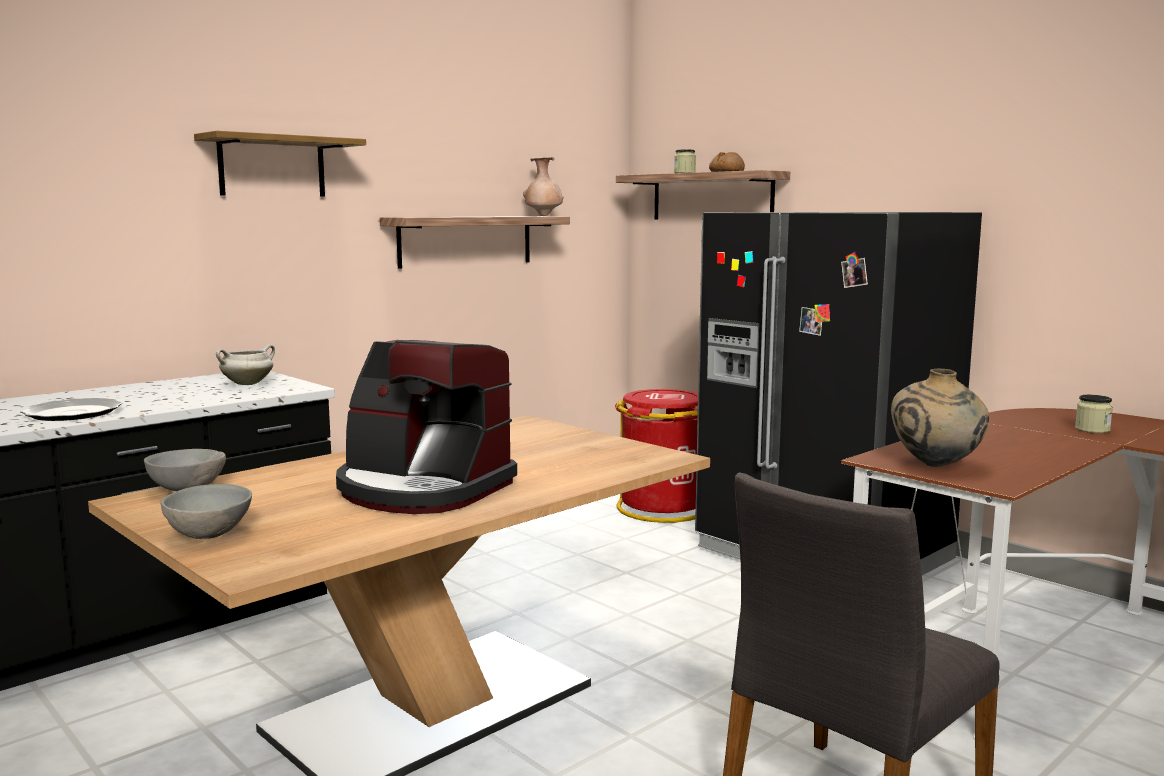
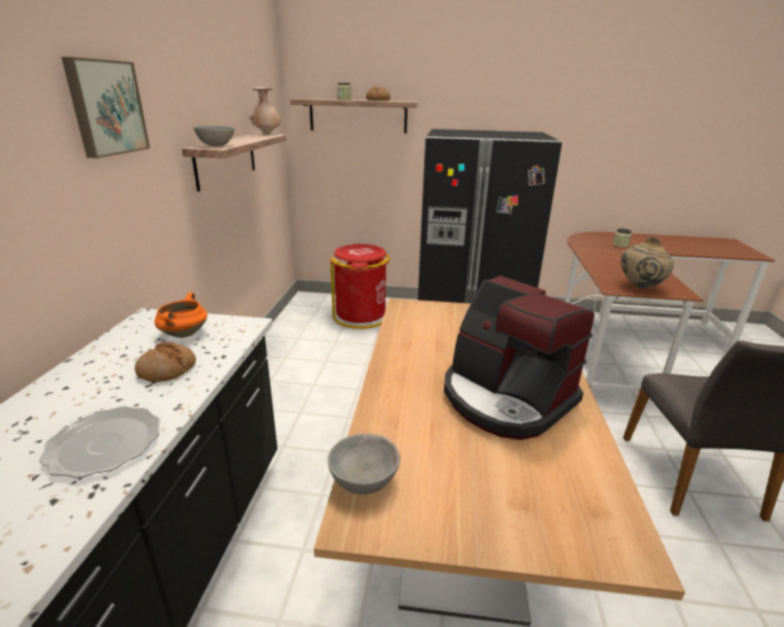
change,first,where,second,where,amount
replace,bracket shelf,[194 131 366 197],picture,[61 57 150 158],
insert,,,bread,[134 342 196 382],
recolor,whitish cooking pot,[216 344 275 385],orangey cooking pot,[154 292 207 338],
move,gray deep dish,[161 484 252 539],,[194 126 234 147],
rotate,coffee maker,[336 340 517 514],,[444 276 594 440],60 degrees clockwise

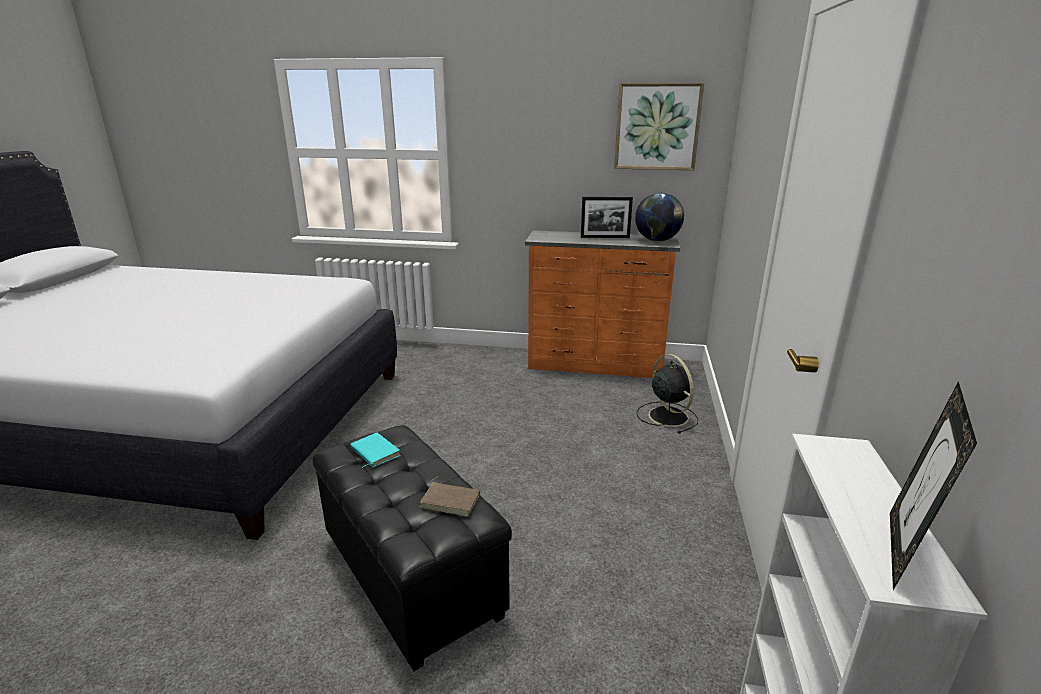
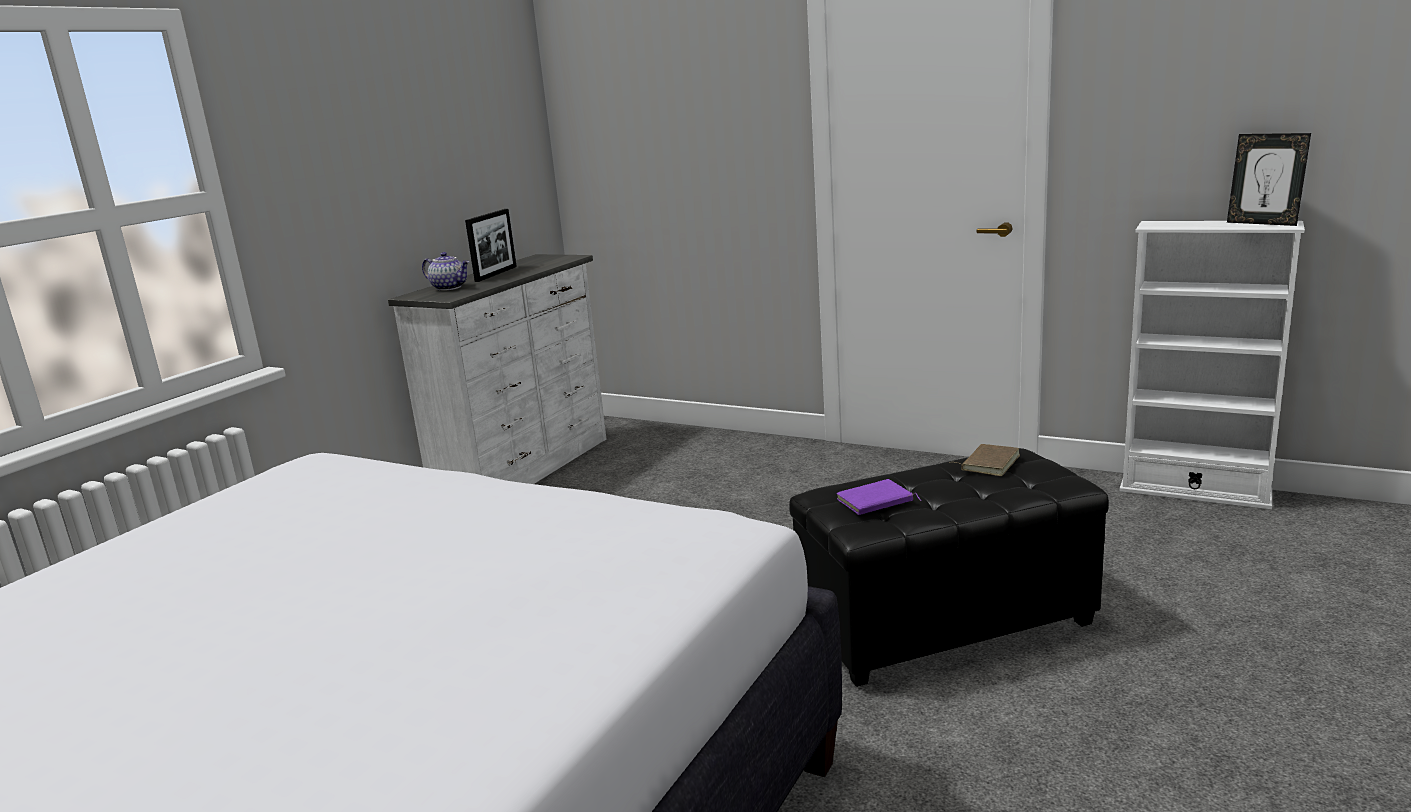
change,first,where,second,where,amount
recolor,orangey drawer chest,[525 230 680 378],whitish drawer chest,[388 254 606 484],
insert,,,teapot,[422 252 469 291],
recolor,turquoise volume,[350 433 401 468],purplish volume,[836 479 921 515],
delete,picture,[614 83 704 170],,,
delete,desk globe,[635 193 684 241],,,
delete,black-coloured electric fan,[637 354 698 434],,,

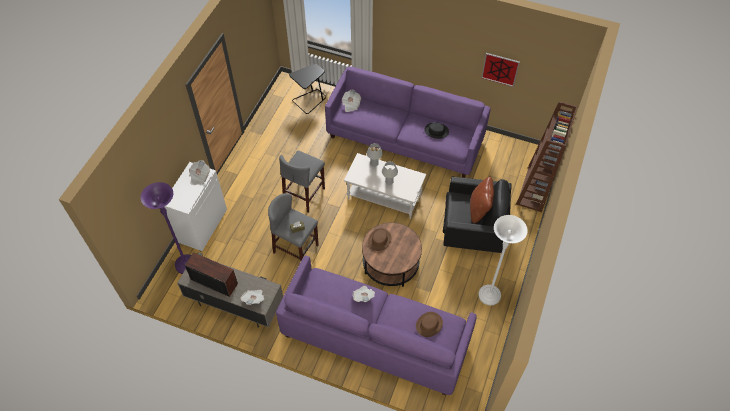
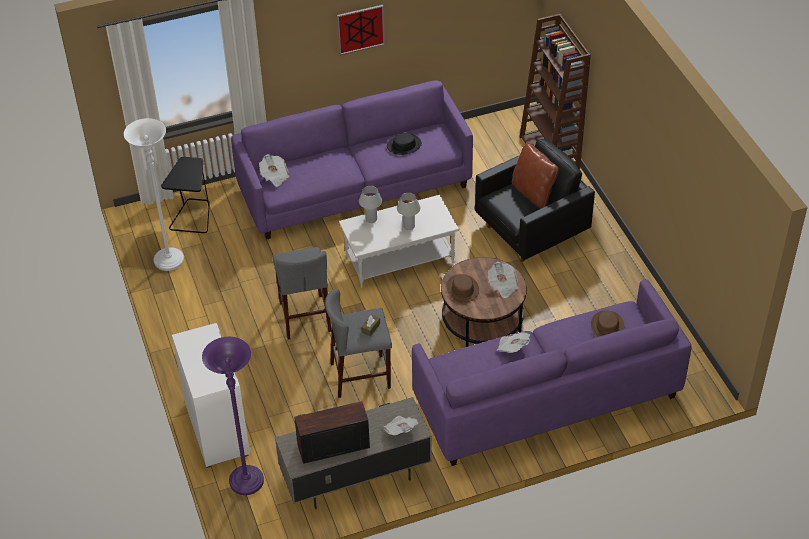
change,first,where,second,where,amount
move,whitish standard lamp,[478 215 528 305],,[124 118 184 271],
move,picture,[481 53 520 87],,[337 5 385 55],
move,daily paper,[189 160 210 185],,[488 262 519 298],

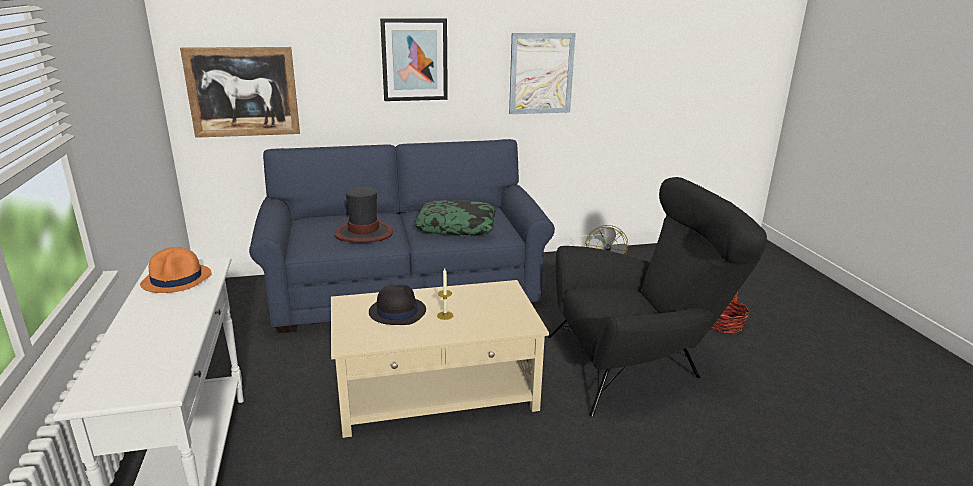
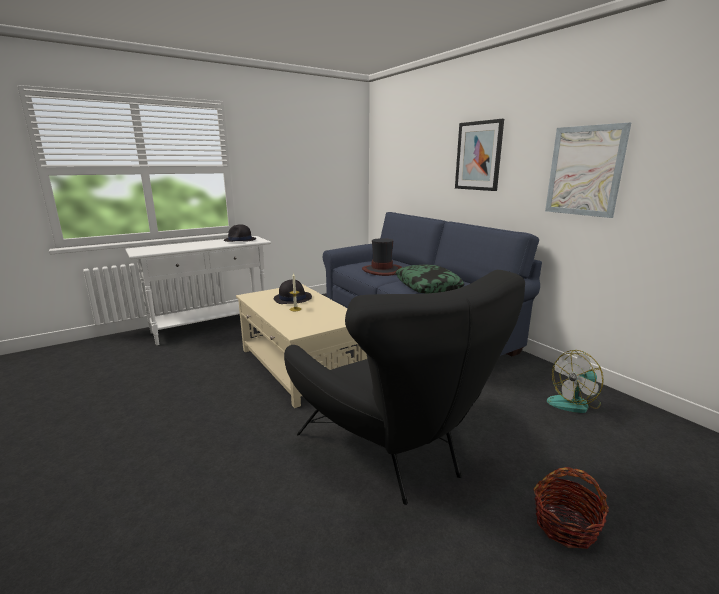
change,first,where,second,where,amount
recolor,orangey hat,[140 247 212 293],black-coloured hat,[224 224 256 242],
delete,picture,[180 47 300 138],,,

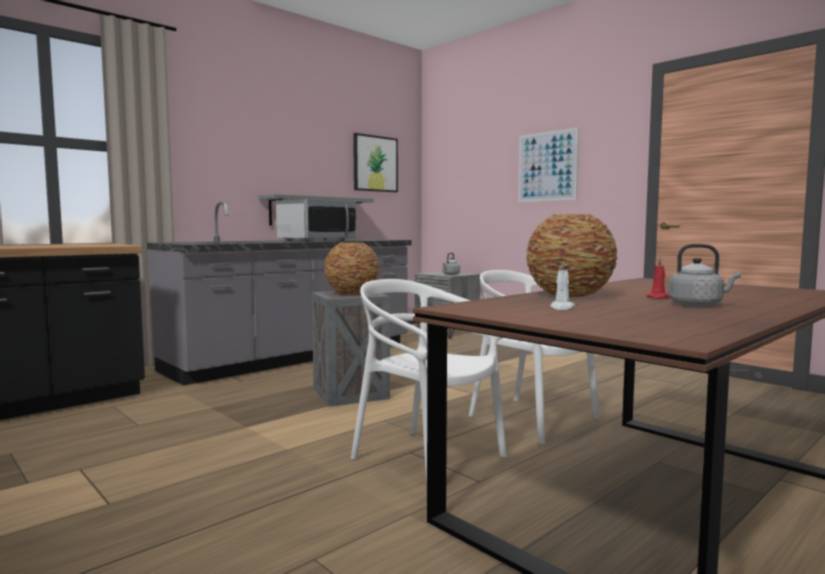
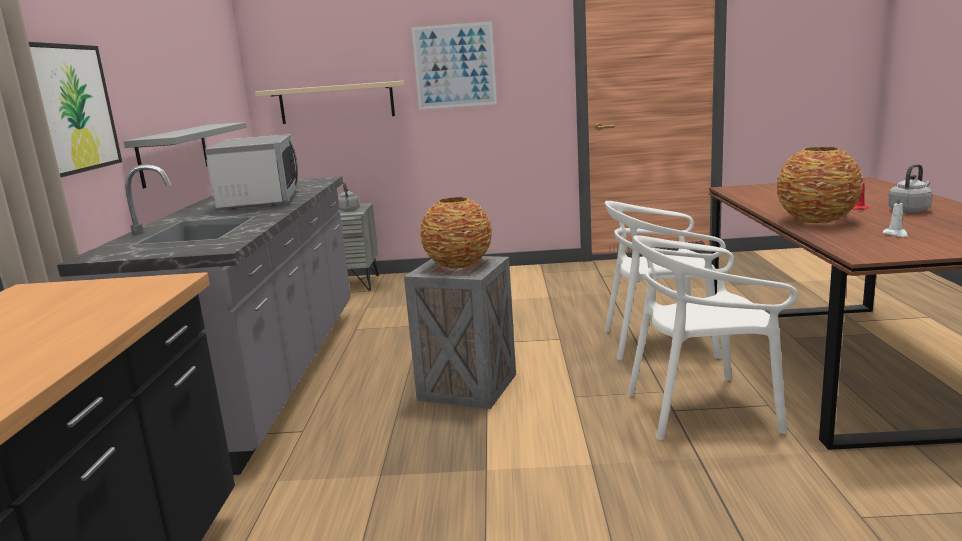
change,first,where,second,where,amount
move,picture,[353 133 398 192],,[29 42 122 177],
insert,,,beige bracket shelf,[255 81 405 124],

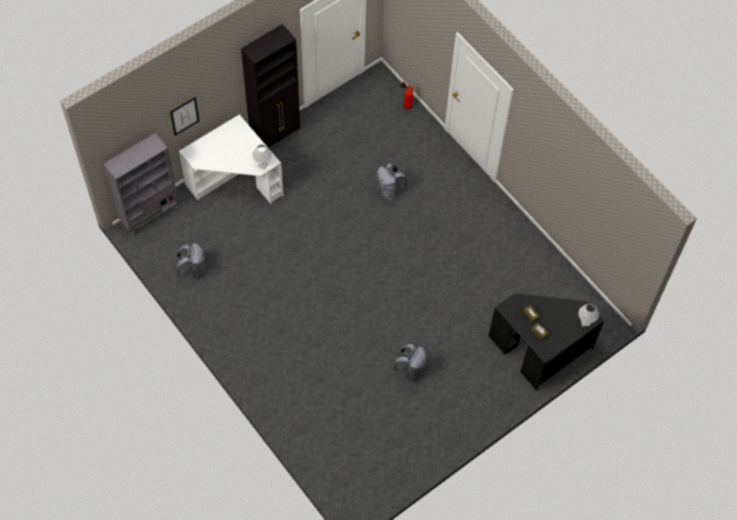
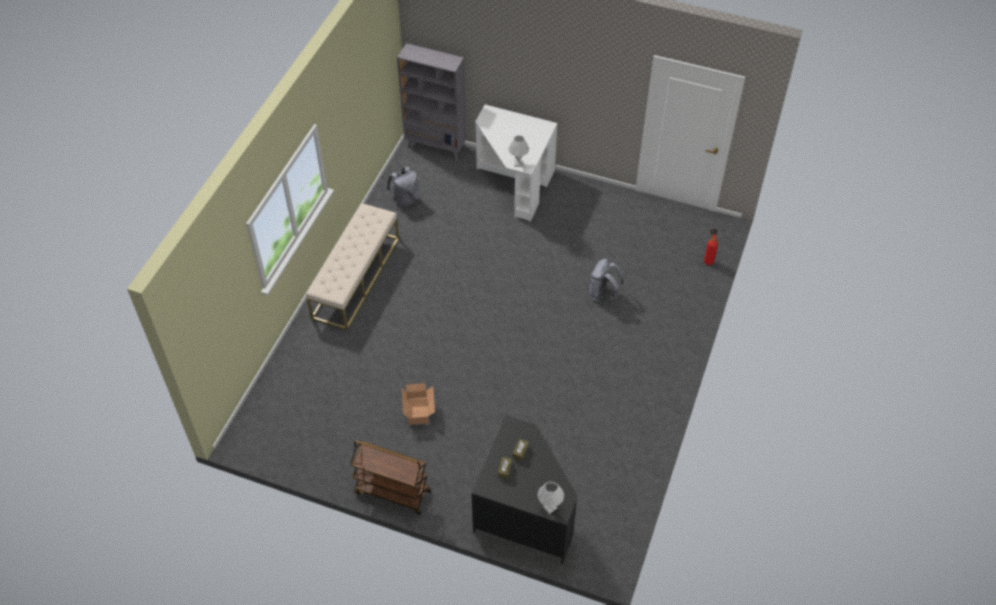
change,first,where,second,where,amount
insert,,,beige long seat,[306 203 399 330],
insert,,,brownish wheeled cart,[350 441 431 515],
replace,gray backpack,[393 344 427 381],packing box,[402 383 435 425],
delete,picture,[170 97 200 136],,,
delete,black-coloured storage cabinet,[241 24 300 148],,,

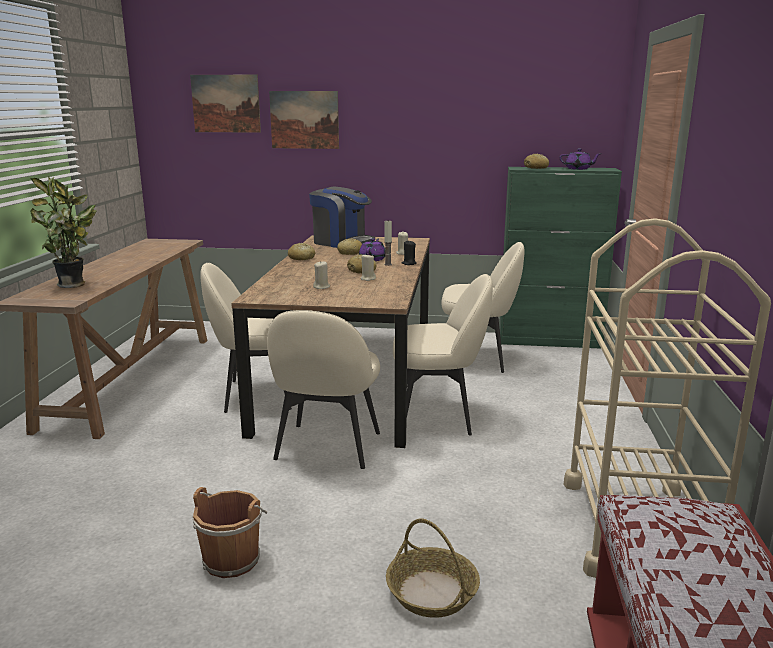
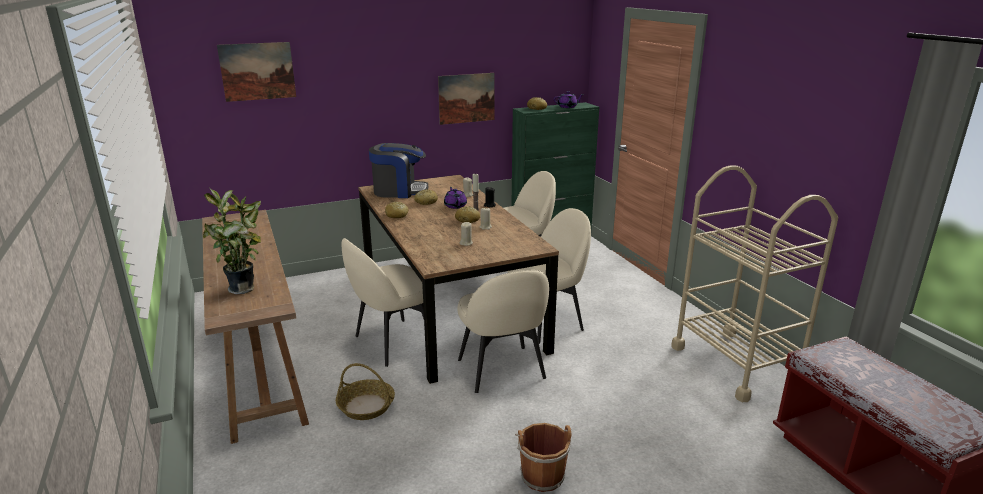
change,first,where,second,where,amount
move,household basket,[386 518 480 618],,[336 363 395 420],
move,picture,[269 91 339 149],,[438 73 495 125],

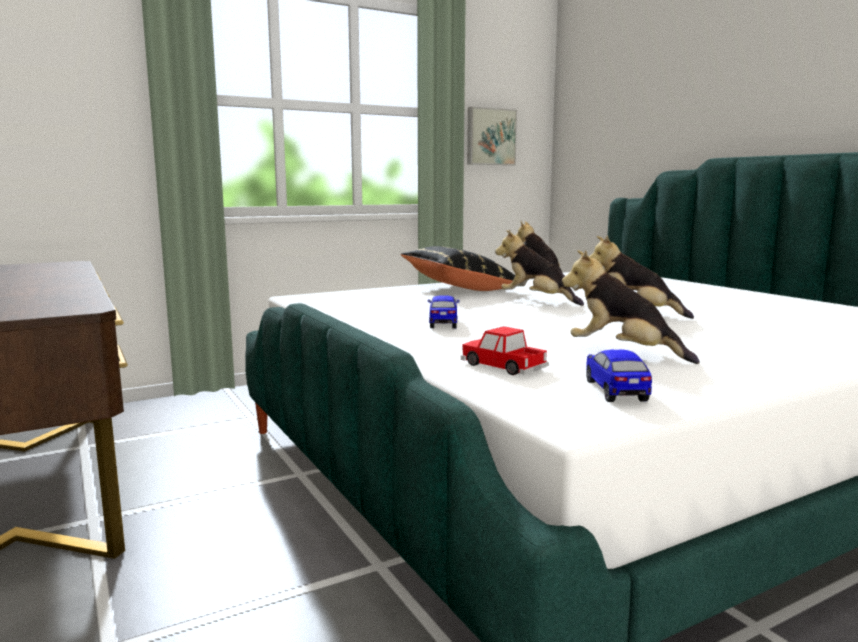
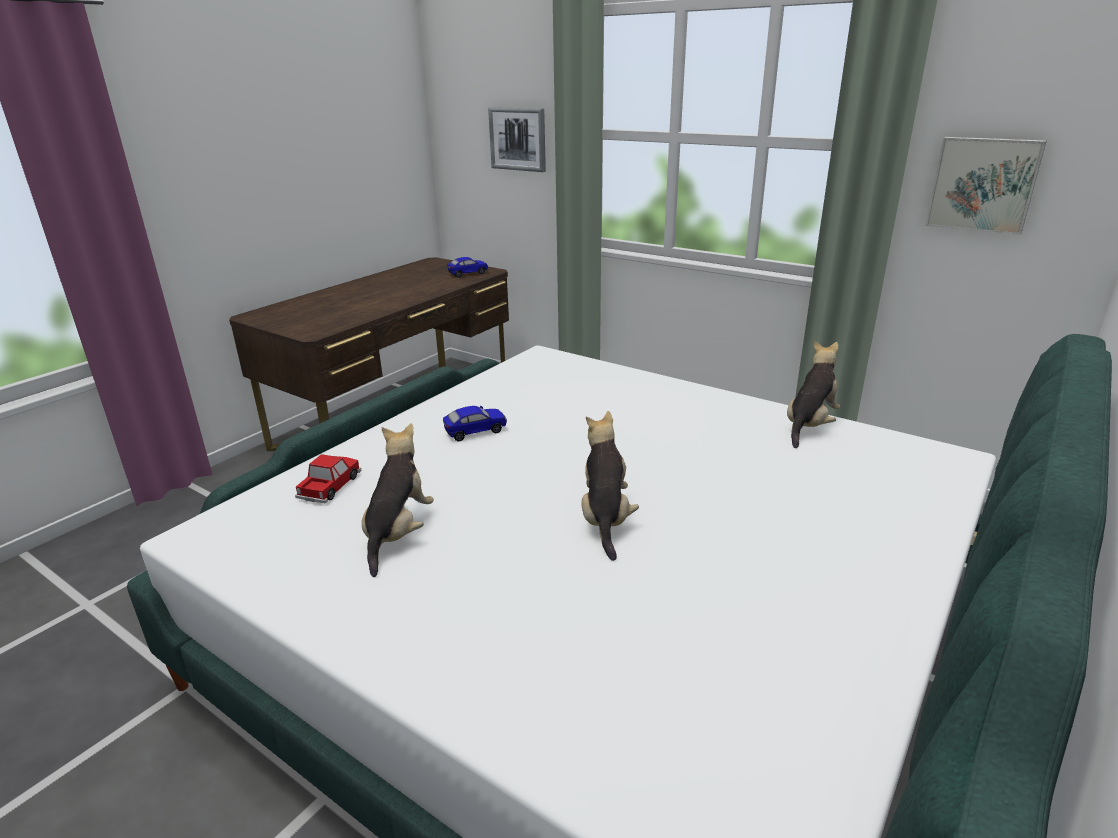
change,first,where,second,where,amount
move,model car,[586 349 652 402],,[447 257 488 278],
insert,,,picture,[488 107 546 172],
delete,black-coloured throw pillow,[401 246 515 291],,,
delete,plush toy,[495 230 584 306],,,

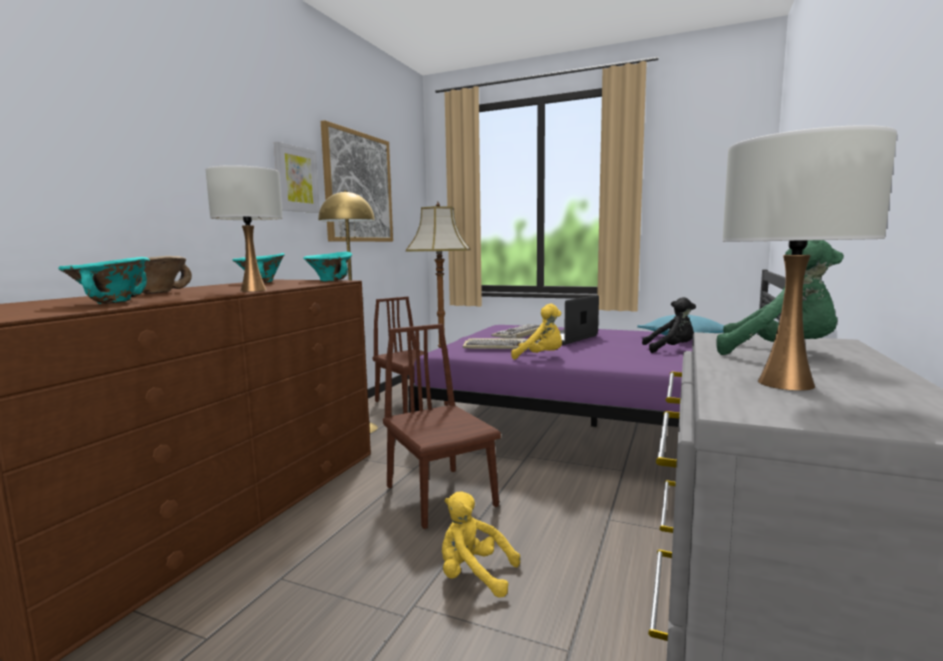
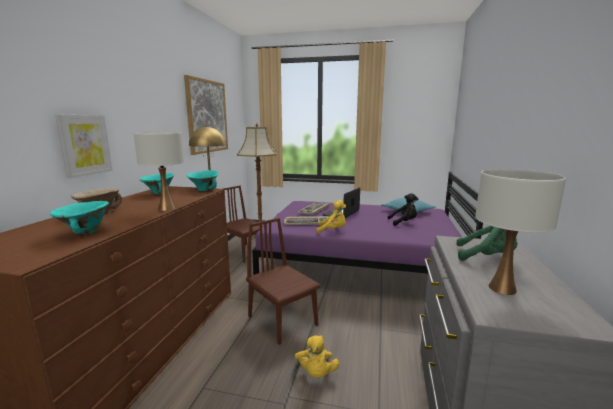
change,first,where,second,where,amount
move,picture,[274 141 320 213],,[55 115 113 178],
rotate,yellowish plush toy,[442 491 520 597],,[295 335 339 378],105 degrees counterclockwise

